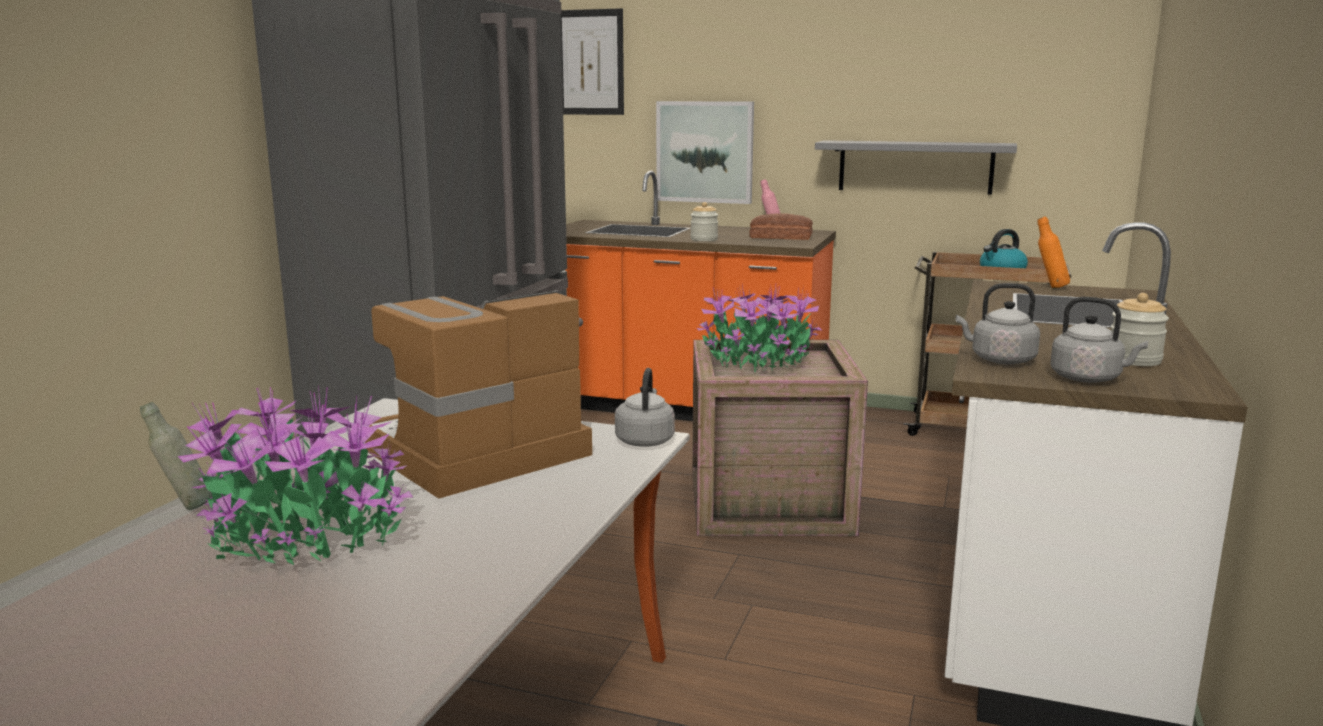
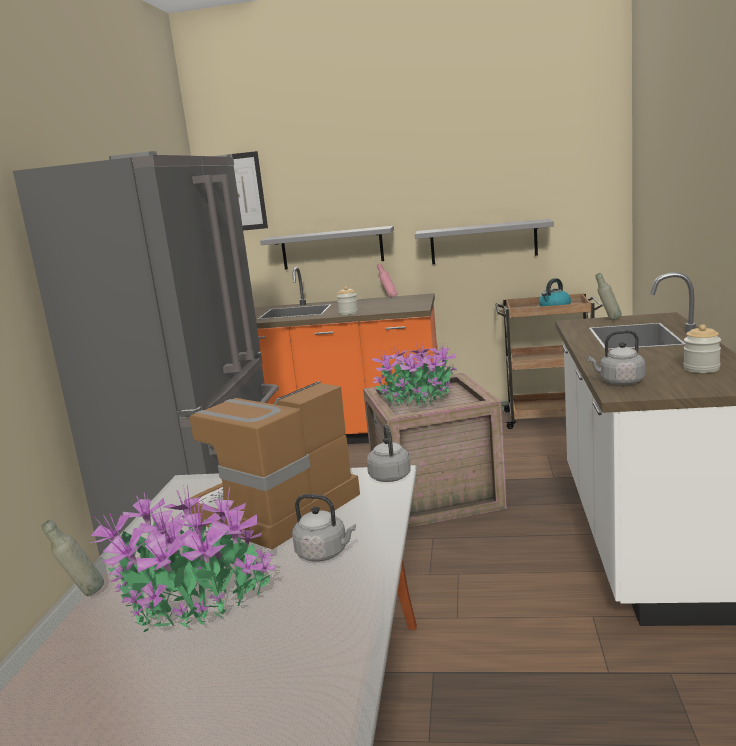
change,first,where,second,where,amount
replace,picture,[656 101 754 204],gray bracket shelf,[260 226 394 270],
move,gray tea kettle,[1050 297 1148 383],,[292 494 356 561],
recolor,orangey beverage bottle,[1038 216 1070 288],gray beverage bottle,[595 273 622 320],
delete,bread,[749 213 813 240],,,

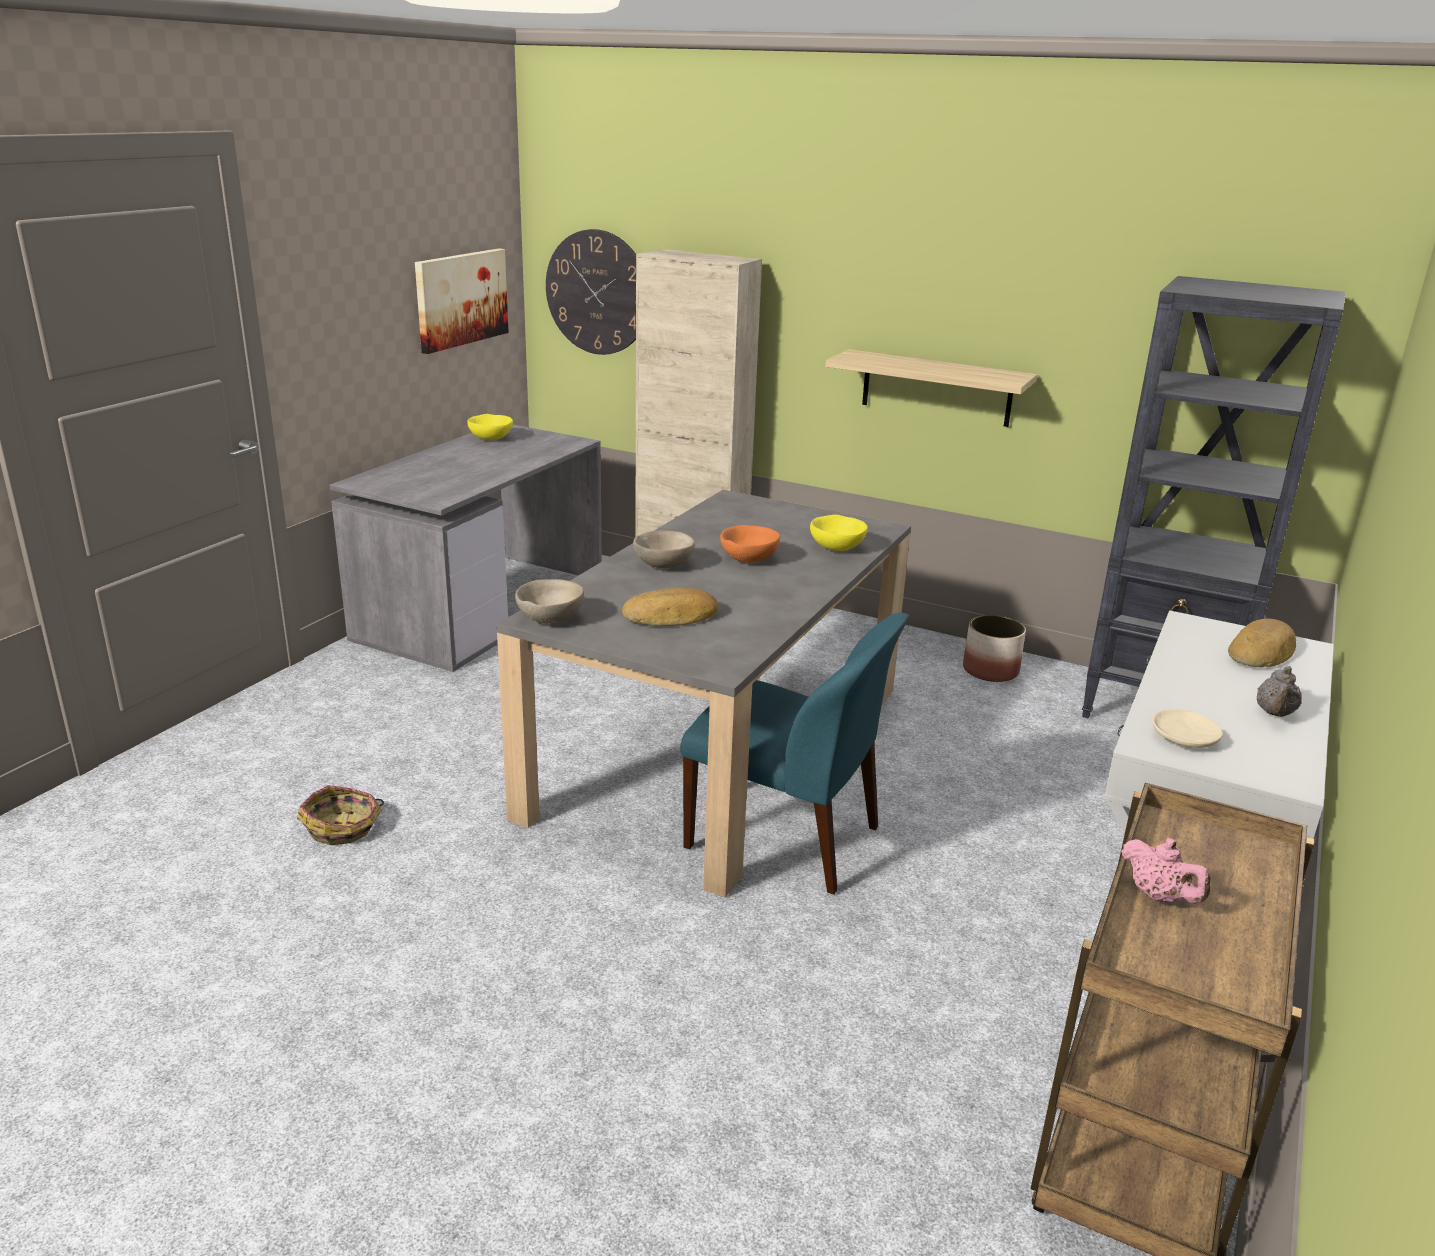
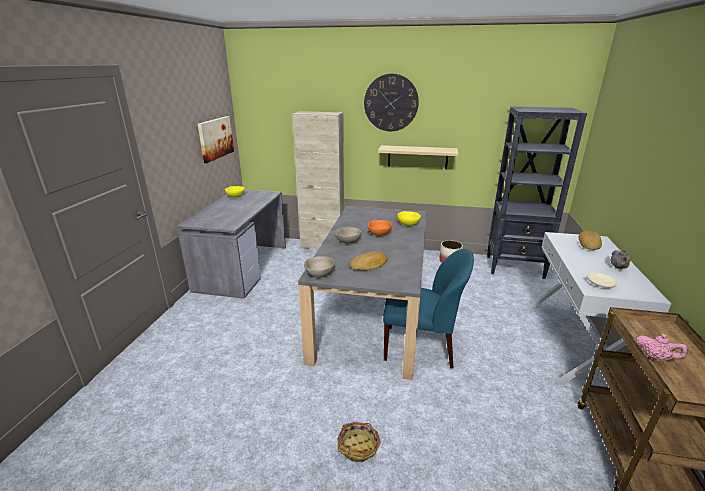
change,first,where,second,where,amount
move,household basket,[297 785 384 845],,[338 422 381 462],
move,hanging clock,[546 229 636 355],,[364 74 419 131],

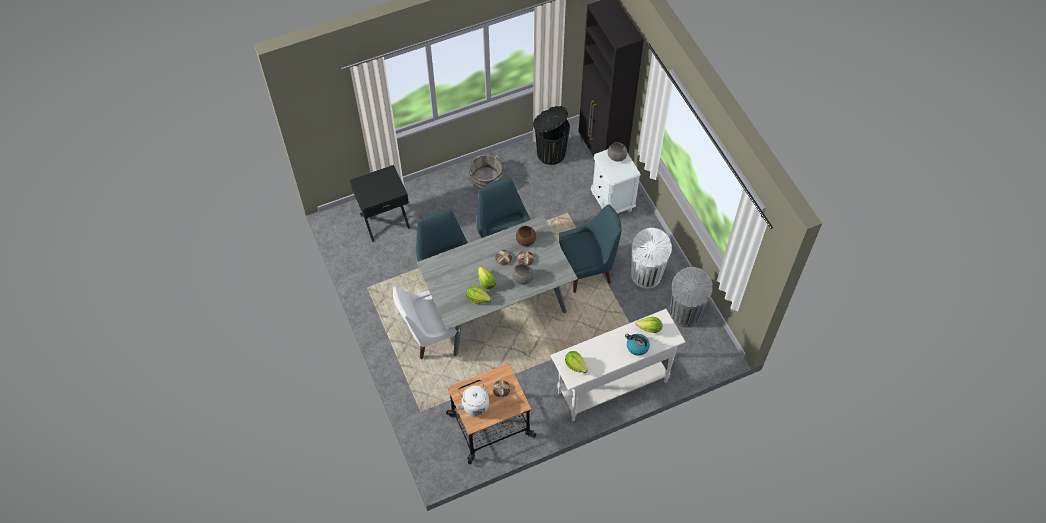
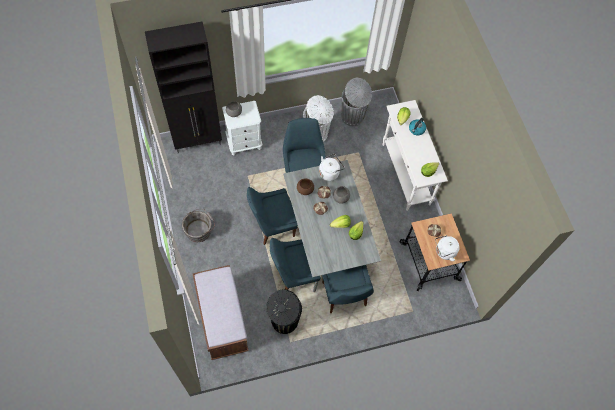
change,first,where,second,where,amount
replace,black-coloured bedside table,[350 165 410 242],brownish long seat,[192 265 249 360],
move,black-coloured rubbish bin,[533 106 570 165],,[266 289 302 334],
insert,,,whitish tea kettle,[319 154 345 181],
recolor,whitish chair,[393 286 460 359],blue-coloured chair,[322 265 374 313],

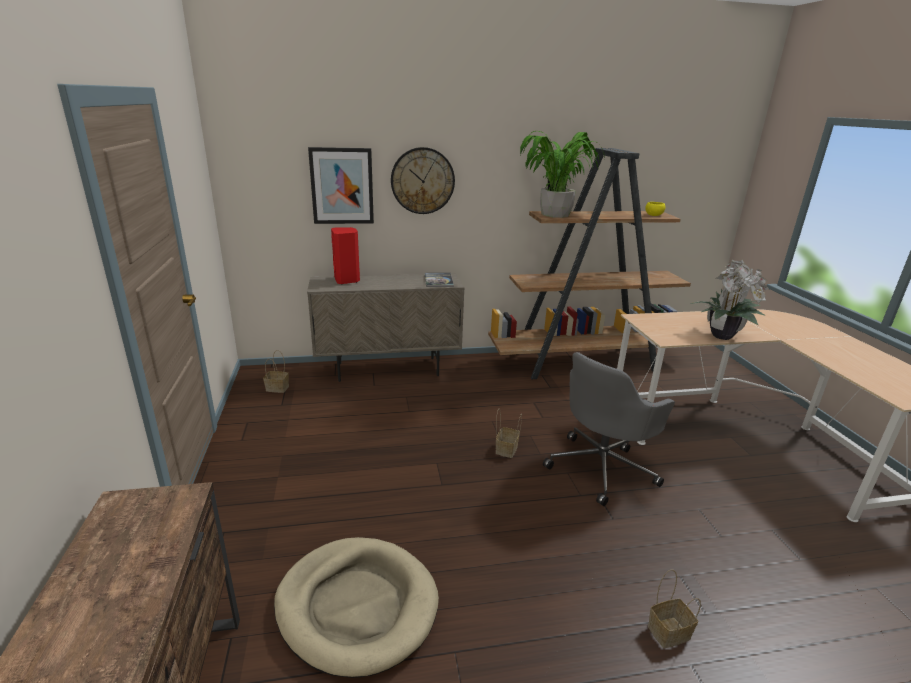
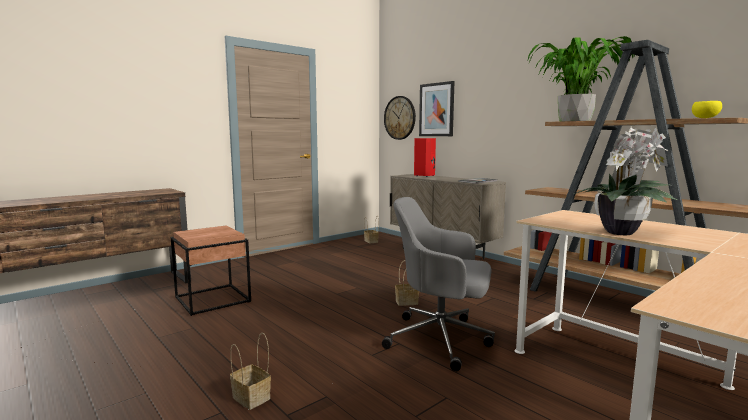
change,first,where,second,where,amount
replace,beige pet bed,[274 537 439 678],brownish side table,[171 226 251 316],
move,hanging clock,[391 147 455 214],,[384 96 416 140],

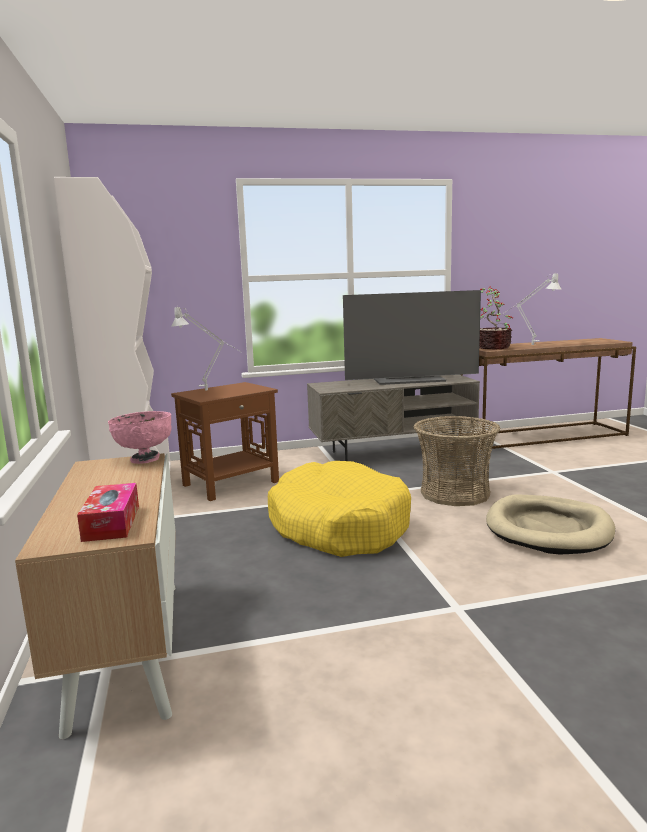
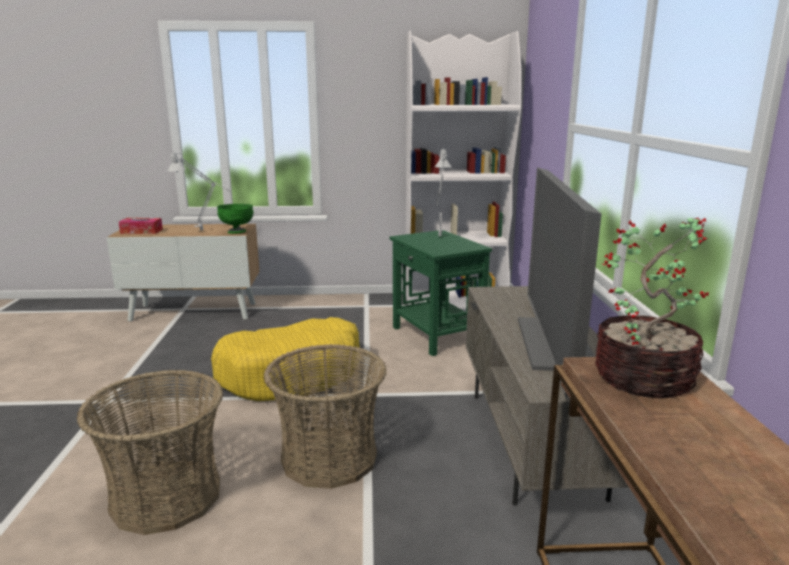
change,first,where,second,where,amount
replace,beige pet bed,[486 495 615 555],household basket,[76 370 223 535],
move,gray lamp for a table,[504 273 561 345],,[168 152 231 230],
recolor,pink-coloured deep dish,[108 411 172 464],green-coloured deep dish,[217 204 254 234],
recolor,brownish side table,[171 382 279 501],green-coloured side table,[390 230 492 356],

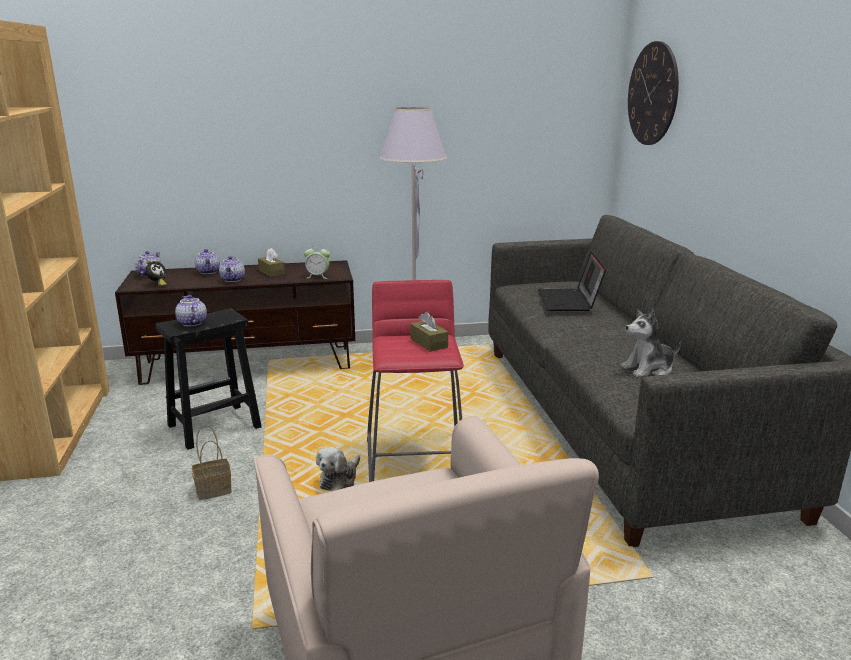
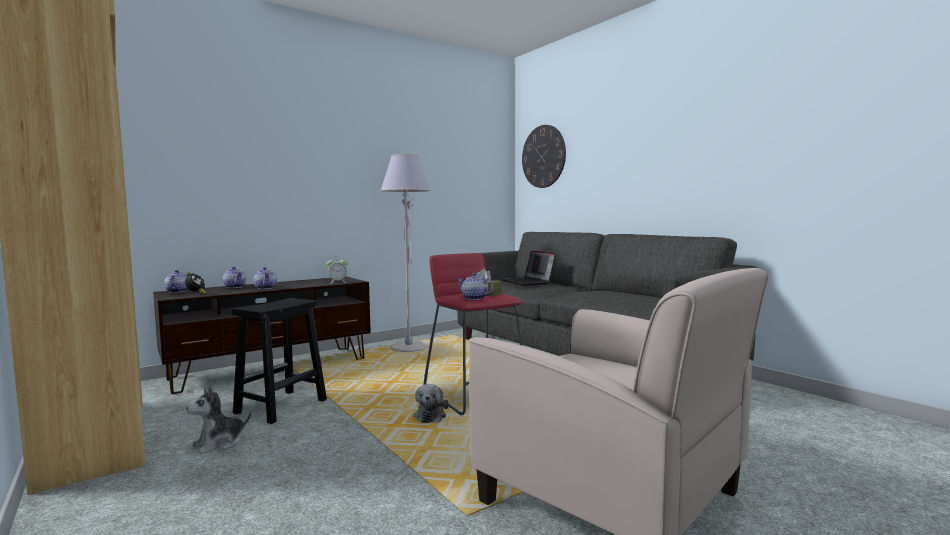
change,first,where,second,where,amount
move,plush toy,[621 309 681 377],,[186 387 251 454],
move,teapot,[175 295 207 327],,[457 273 494 300],
delete,household basket,[192 425 232 500],,,
delete,brownish tissue holder,[258 248 285 277],,,

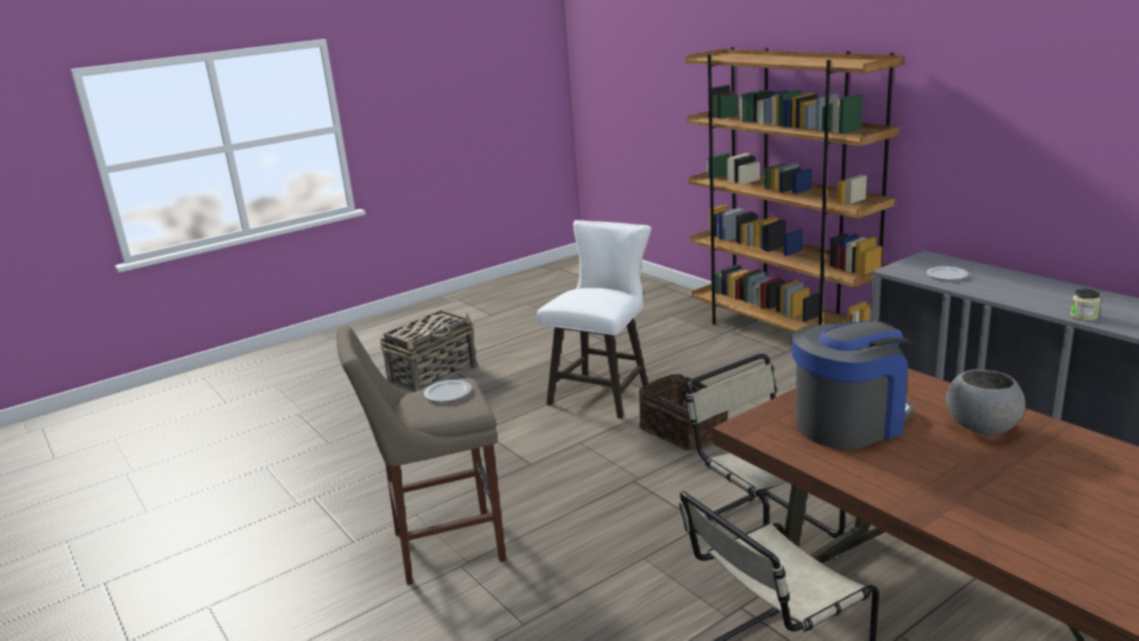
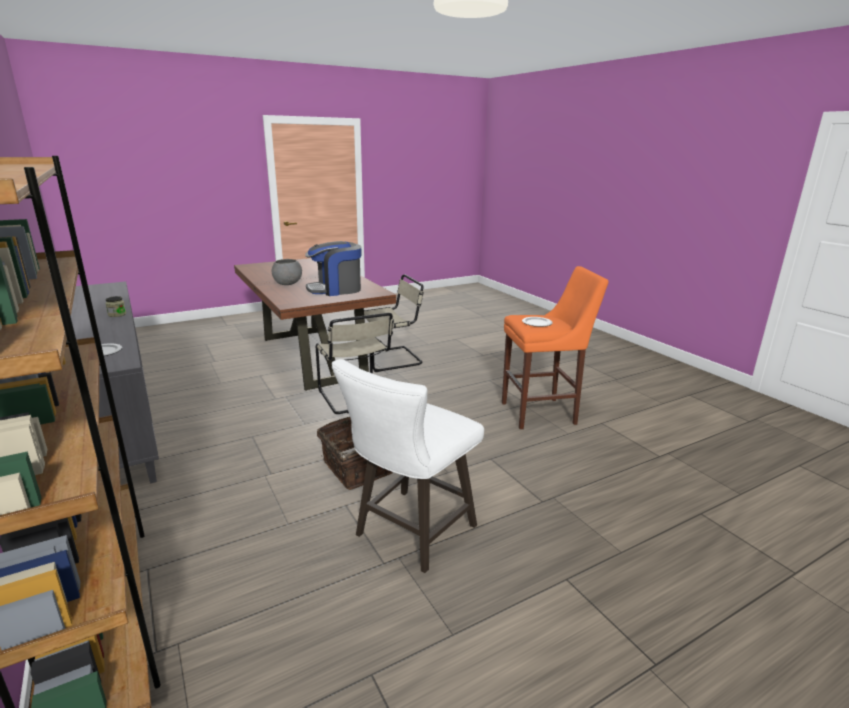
change,first,where,second,where,amount
recolor,beige stool,[337 326 506 585],orangey stool,[502 266 608 429],
delete,household basket,[380 310 477 392],,,

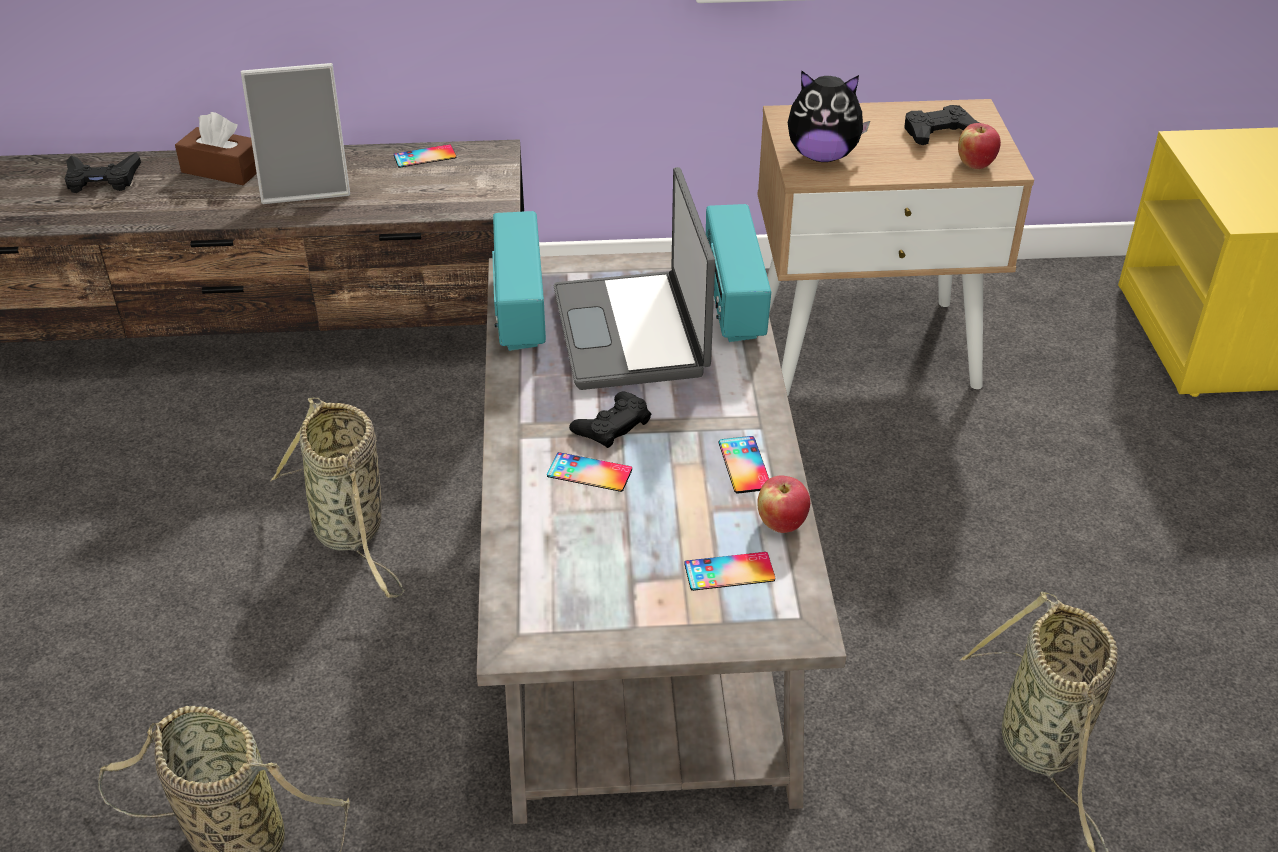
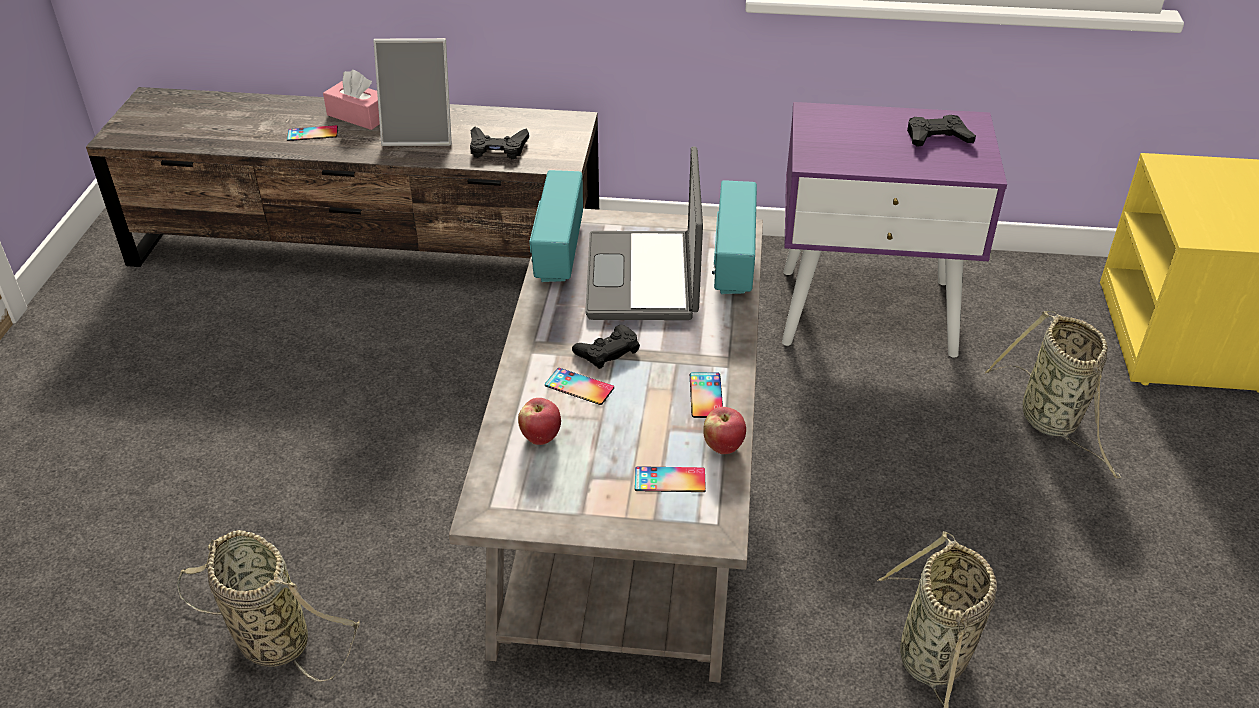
change,first,where,second,where,amount
move,phone,[394 144 456 168],,[287 125 338 141],
recolor,brownish tissue holder,[175 112 257 185],pink-coloured tissue holder,[323 70 380 130],
move,black-coloured game controller,[65 153 141 193],,[470 126 529 159],
move,whole apple,[958 123 1001 169],,[518 398 561 445],
recolor,beige bedside table,[757 99 1034 396],purplish bedside table,[782 102 1007 358],
move,household basket,[270 397 405 598],,[984 311 1121 479],
delete,plush toy,[788 70 870 162],,,

